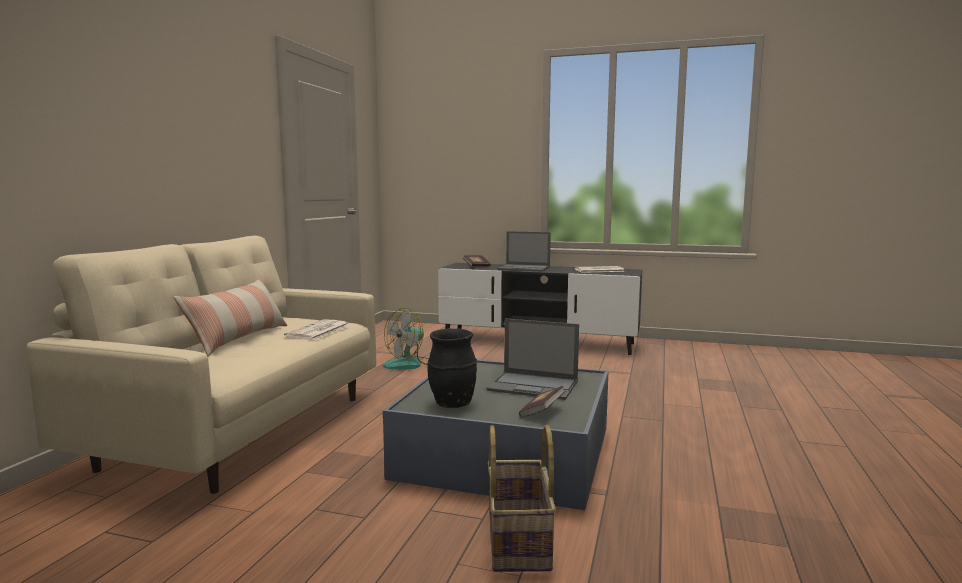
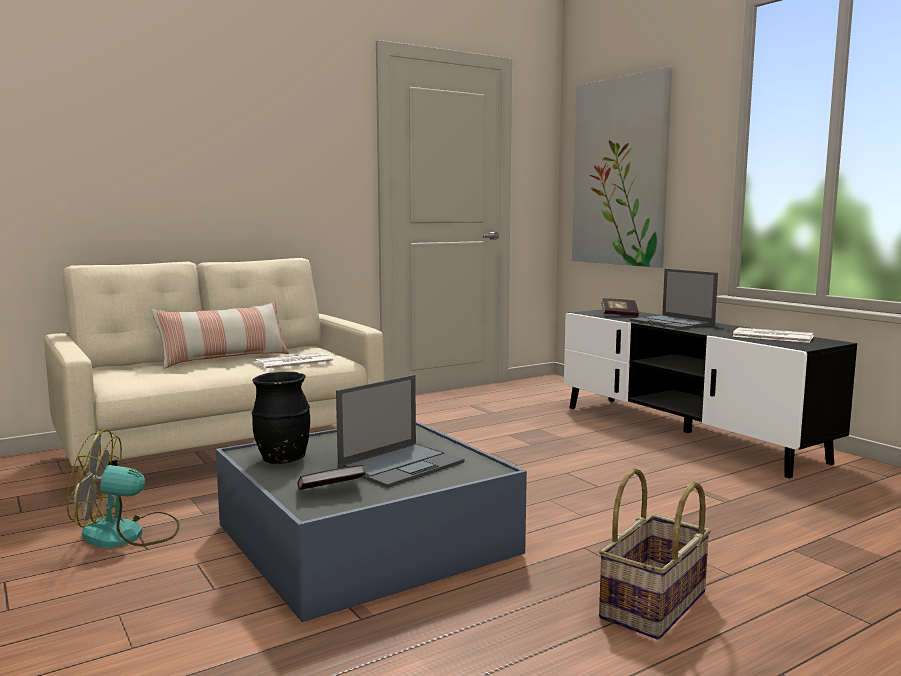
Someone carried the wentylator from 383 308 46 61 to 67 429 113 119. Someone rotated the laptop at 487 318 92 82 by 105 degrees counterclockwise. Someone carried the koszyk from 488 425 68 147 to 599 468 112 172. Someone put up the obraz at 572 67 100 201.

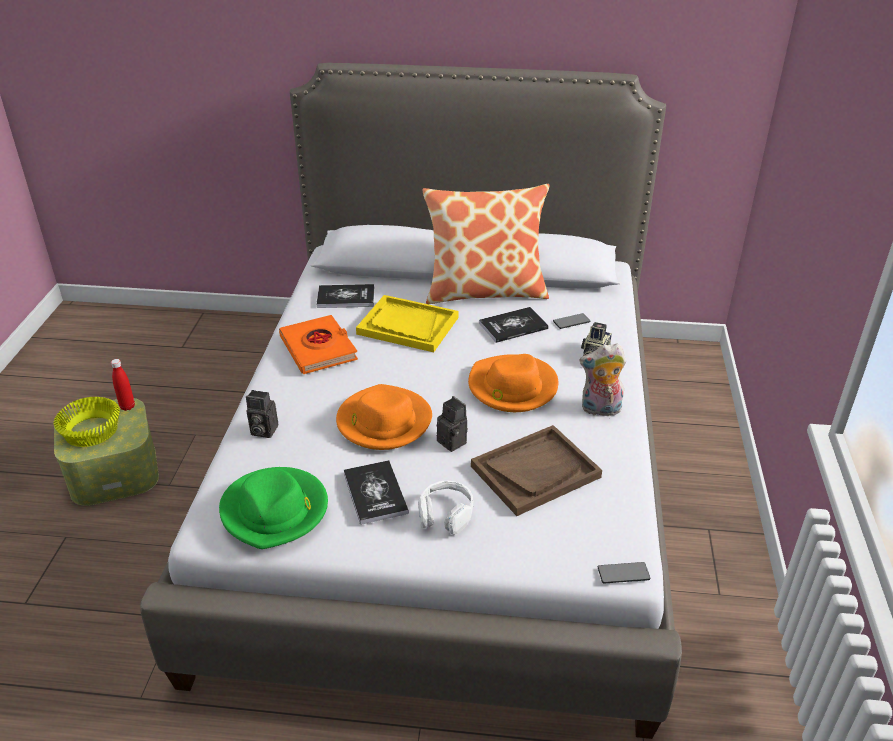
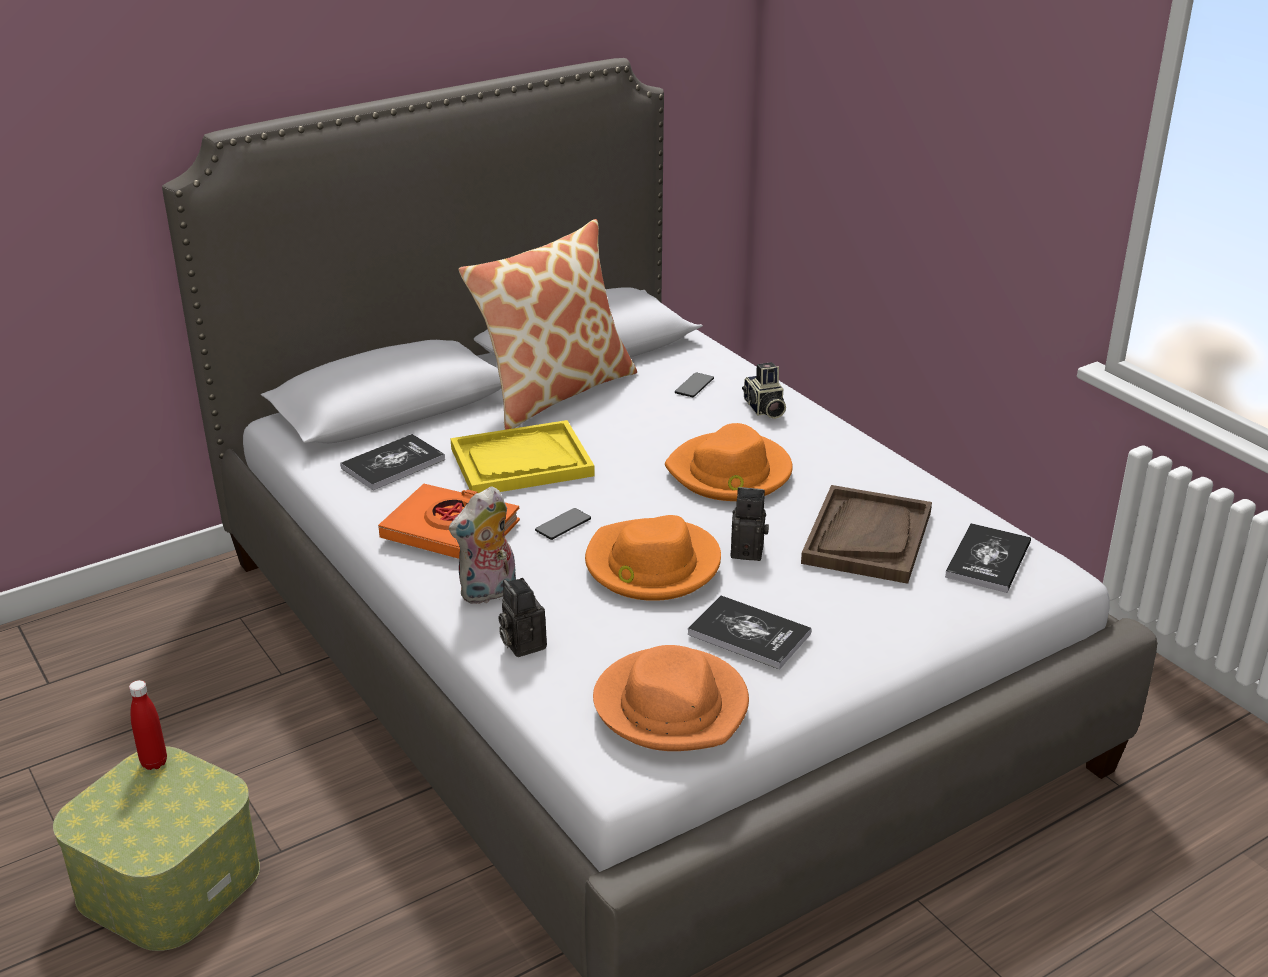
Someone took away the miska [żółty] at 54 397 66 50. Someone repainted the kapelusz [zielony] at 219 467 109 82, which became the kapelusz [pomarańczowy] at 593 645 156 106. Someone rotated the aparat fotograficzny at 246 390 32 48 by 90 degrees clockwise. Someone took away the słuchawki [biały] at 418 481 55 54. Someone carried the książka from 479 307 70 36 to 945 523 86 70. Someone carried the pluszak from 580 344 46 72 to 449 486 67 119. Someone carried the telefon from 598 562 52 21 to 535 508 56 32.

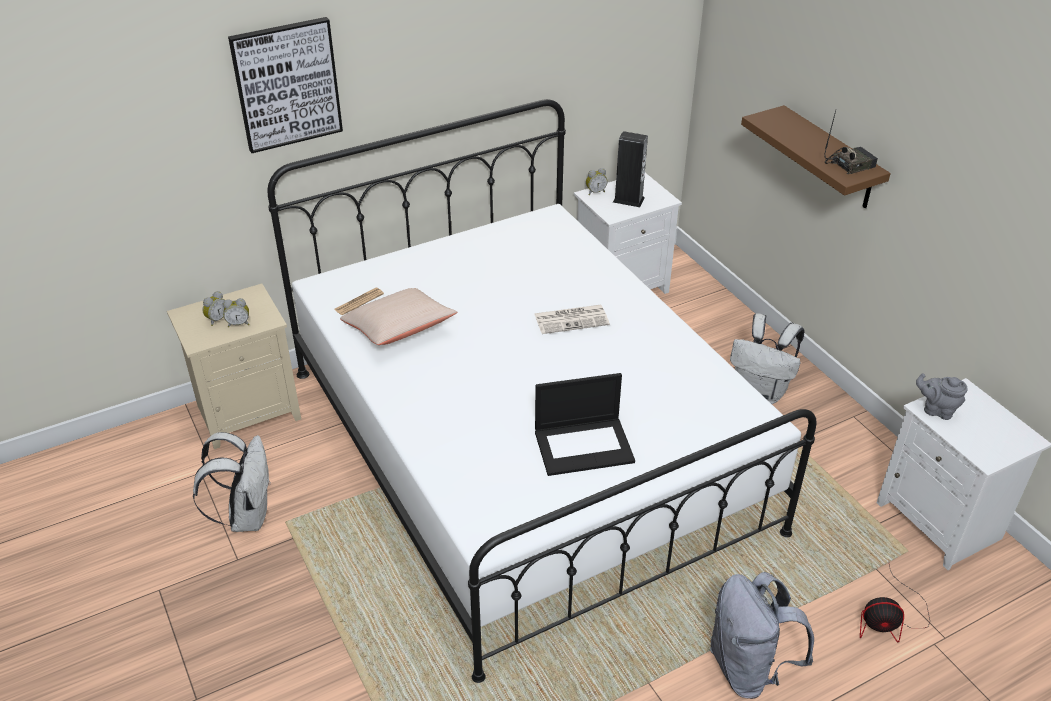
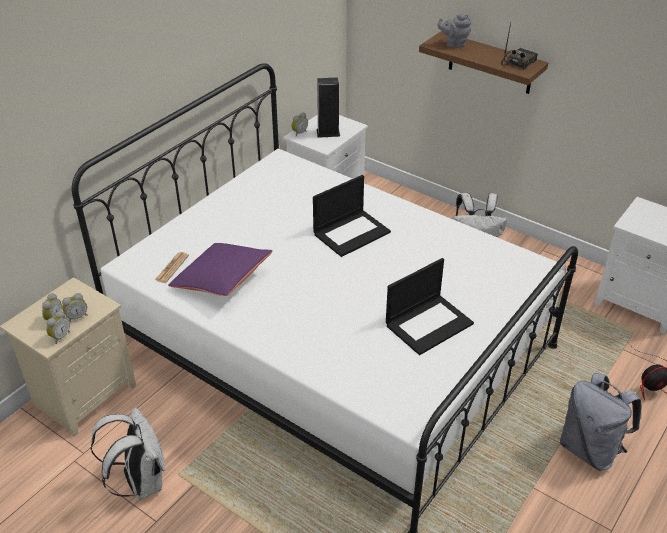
Someone took away the obraz at 228 17 115 136. Someone repainted the poduszka [beżowy] at 340 288 117 57, which became the poduszka [fioletowy] at 168 243 105 53. Someone swapped the gazeta at 534 305 76 29 for the laptop at 313 175 78 82. Someone carried the imbryk [szary] from 916 373 52 47 to 438 14 33 34. Someone put down the budzik at 46 311 24 33.

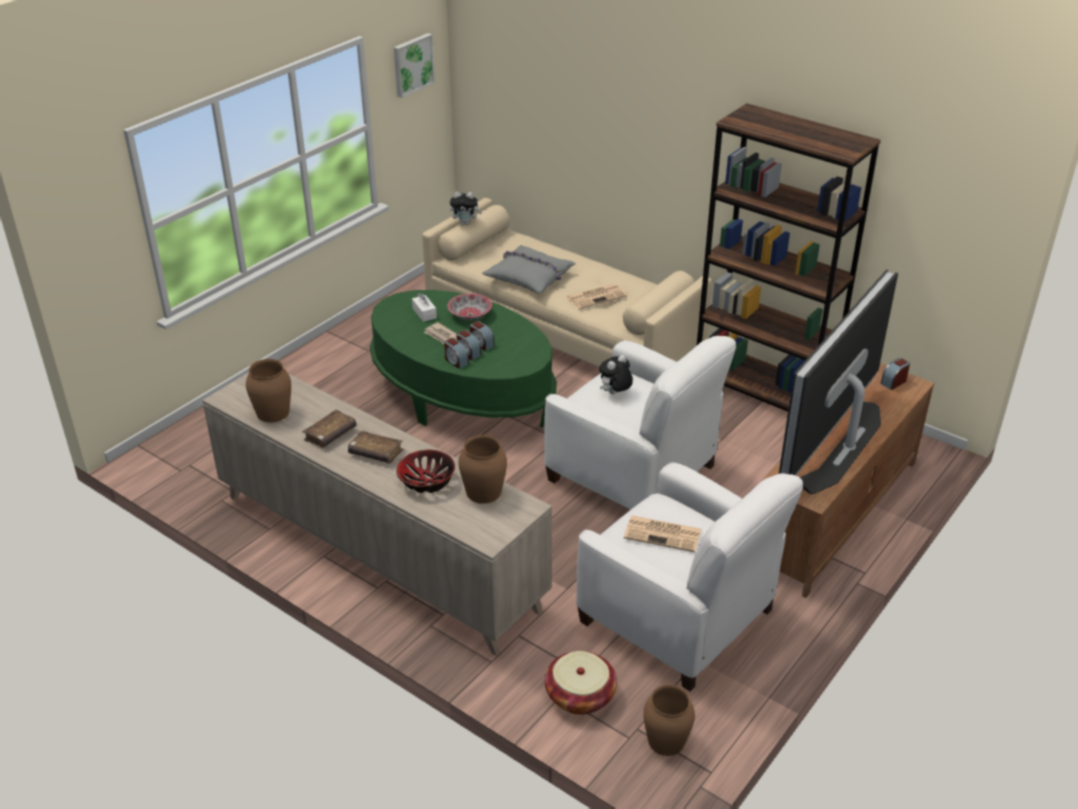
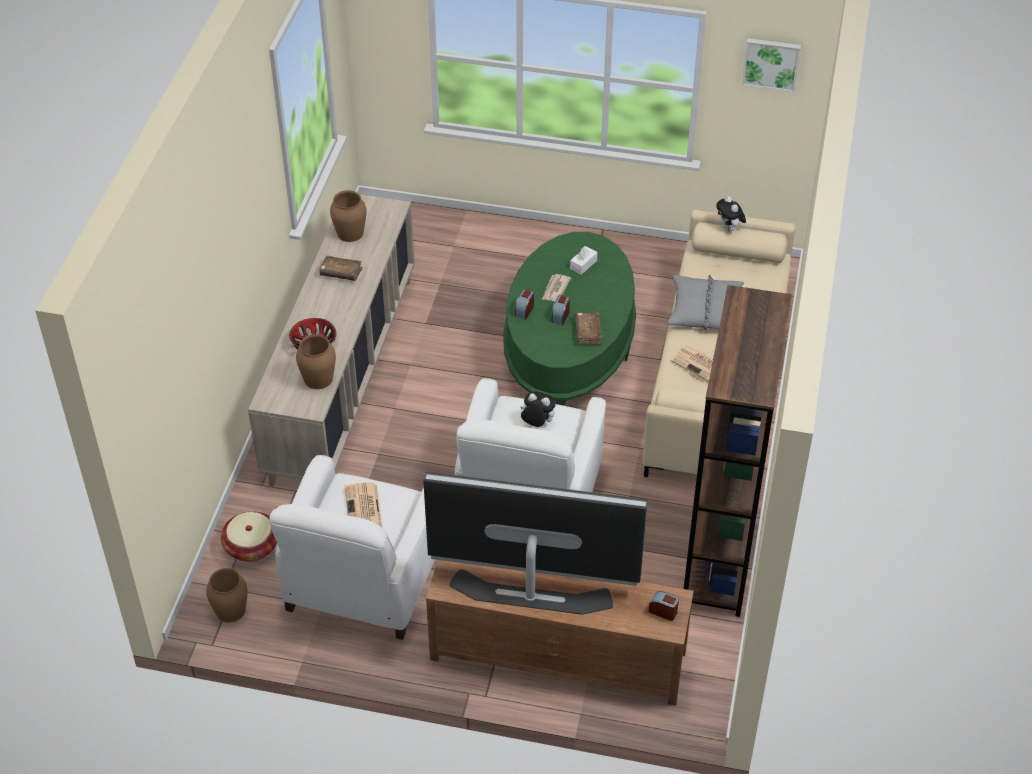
Someone carried the książka [brązowy] from 348 431 56 32 to 574 312 28 33. Someone took away the miska at 447 294 45 26. Someone took away the budzik at 456 330 25 30.

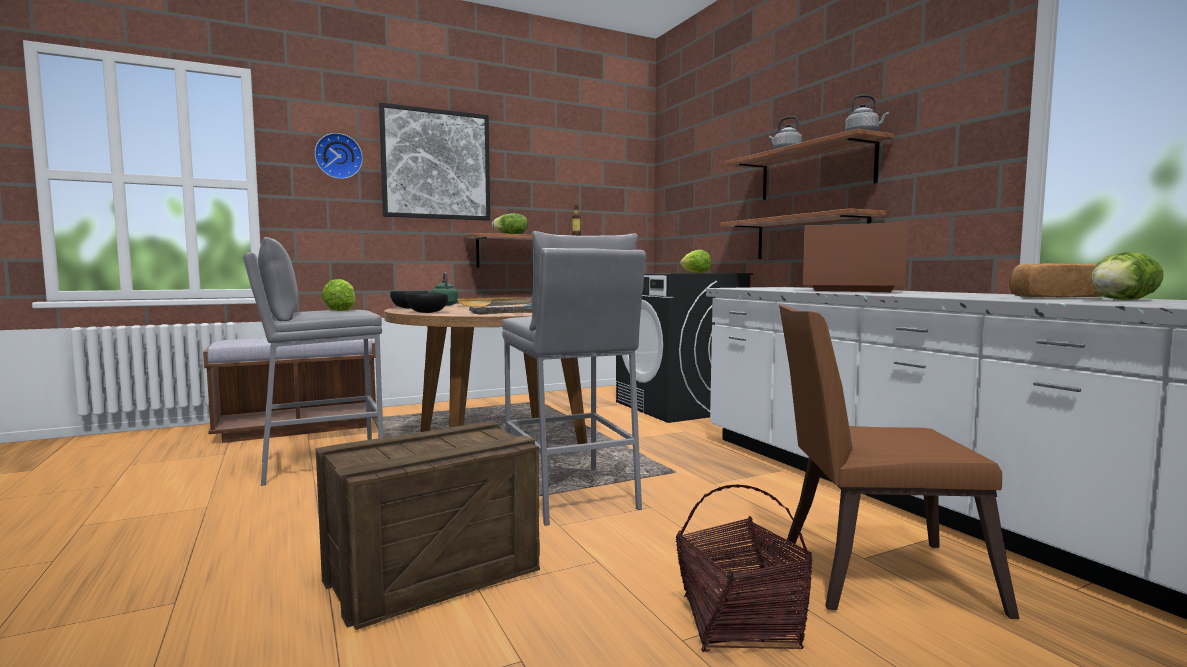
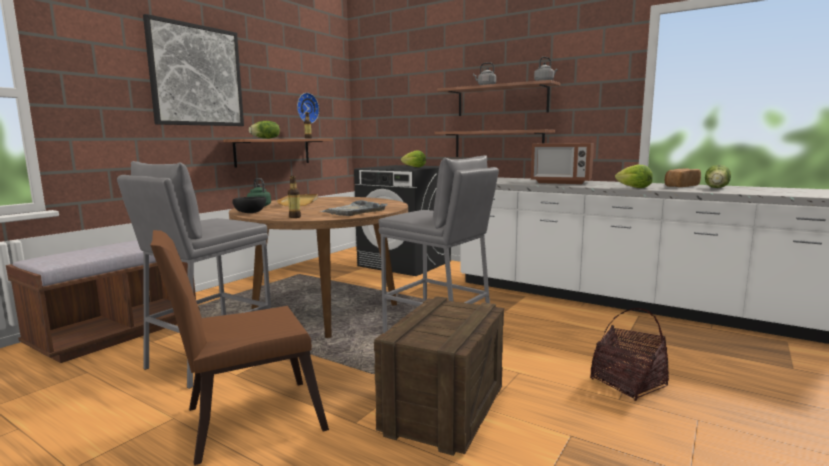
Someone carried the zegar ścienny from 314 133 49 46 to 297 93 22 31. Someone carried the sałata from 322 279 34 32 to 615 165 38 23. Someone swapped the miska [czarny] at 405 292 43 21 for the butelka at 288 176 13 42. Someone carried the krzesło [brązowy] from 779 305 240 314 to 150 230 179 235. Someone rotated the mikrofalówka at 803 223 105 69 by 150 degrees counterclockwise.

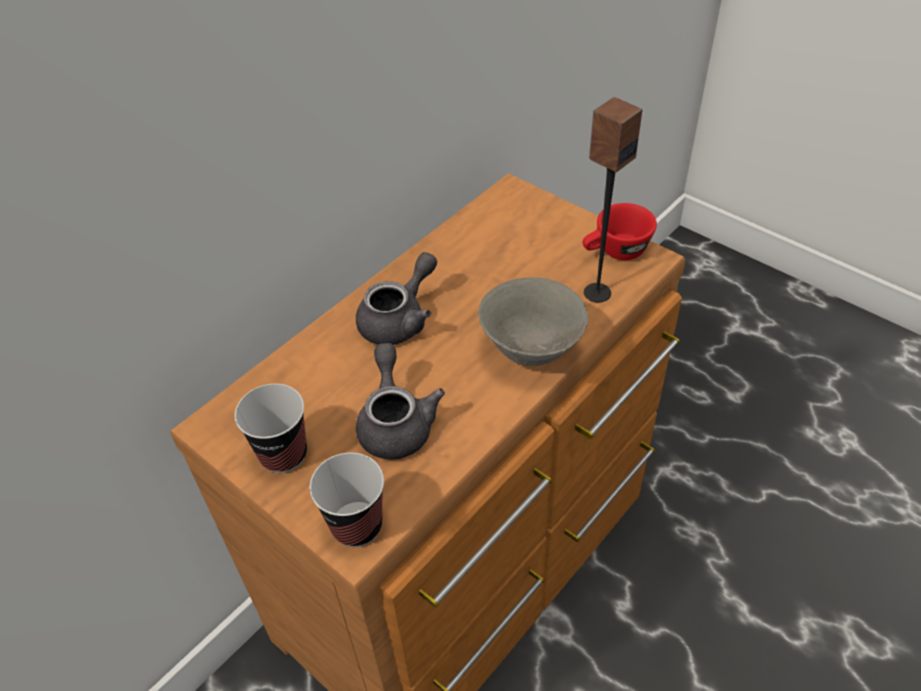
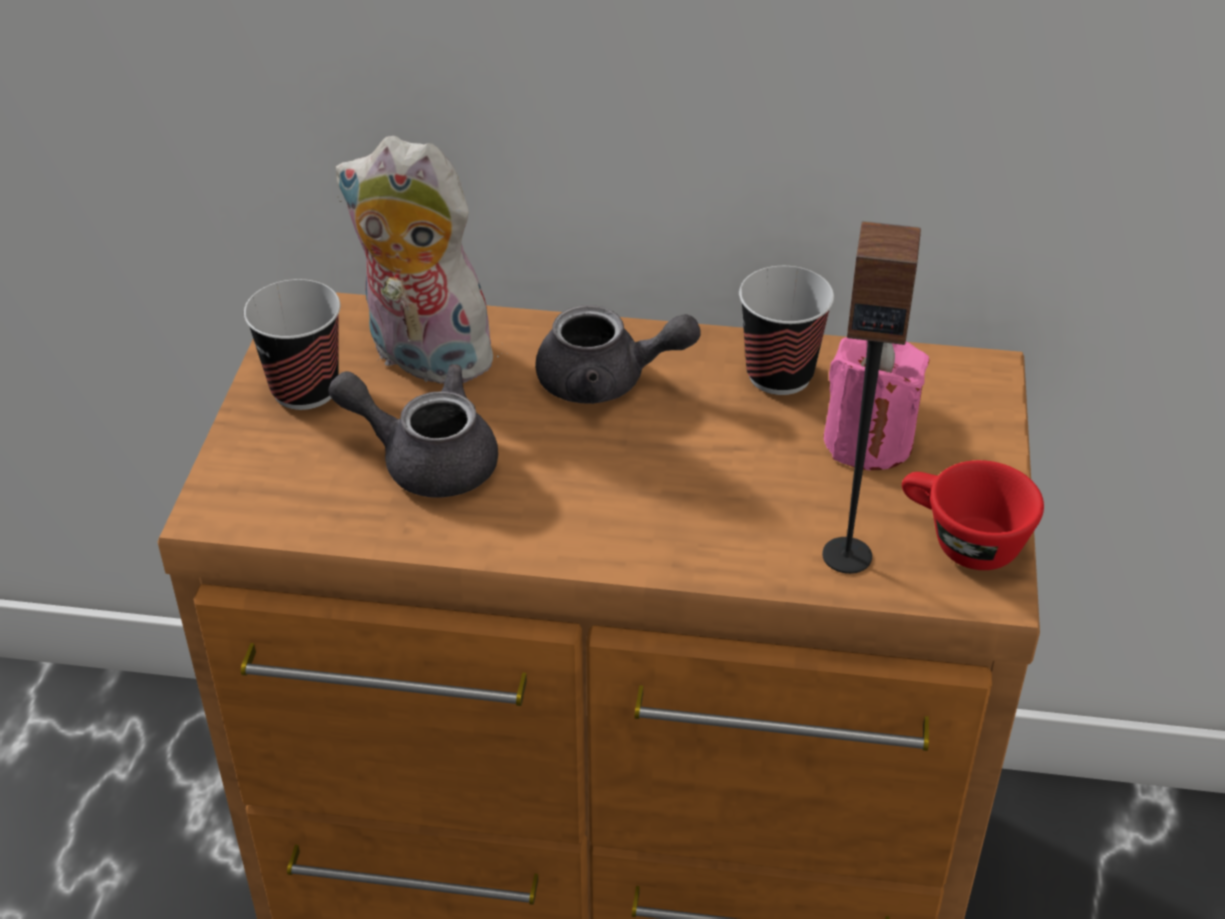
Someone carried the filiżanka from 309 453 75 94 to 739 266 95 129. Someone rotated the imbryk [szary] at 356 343 89 117 by 120 degrees counterclockwise. Someone took away the miska [szary] at 478 277 110 89. Someone put down the pluszak at 336 136 172 252. Someone put down the świeca [różowy] at 823 337 106 133.

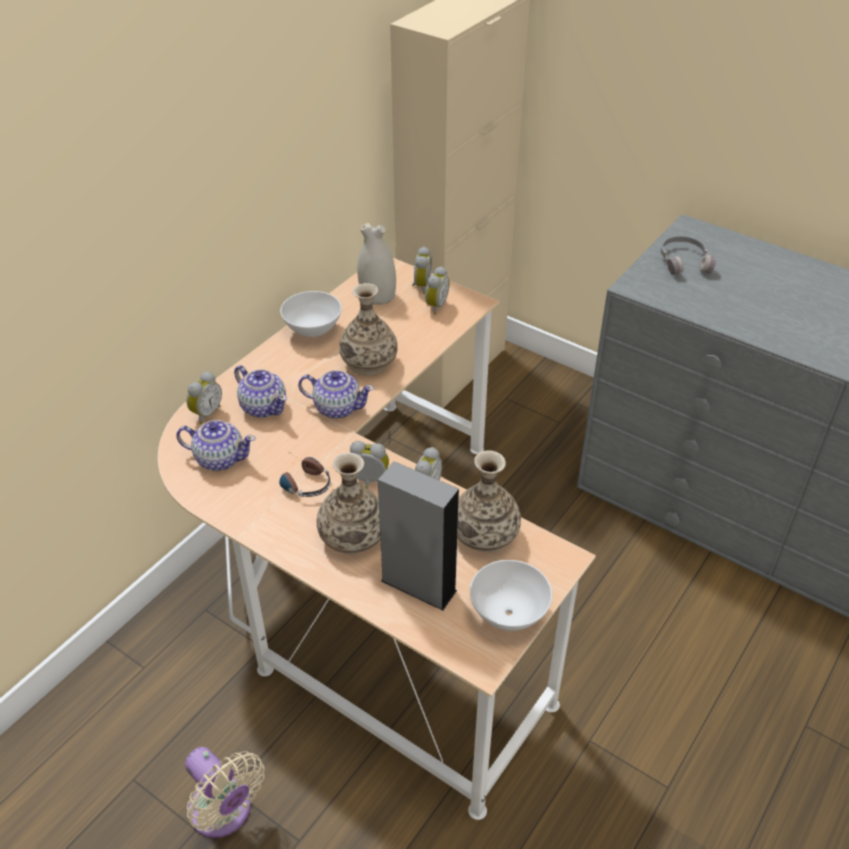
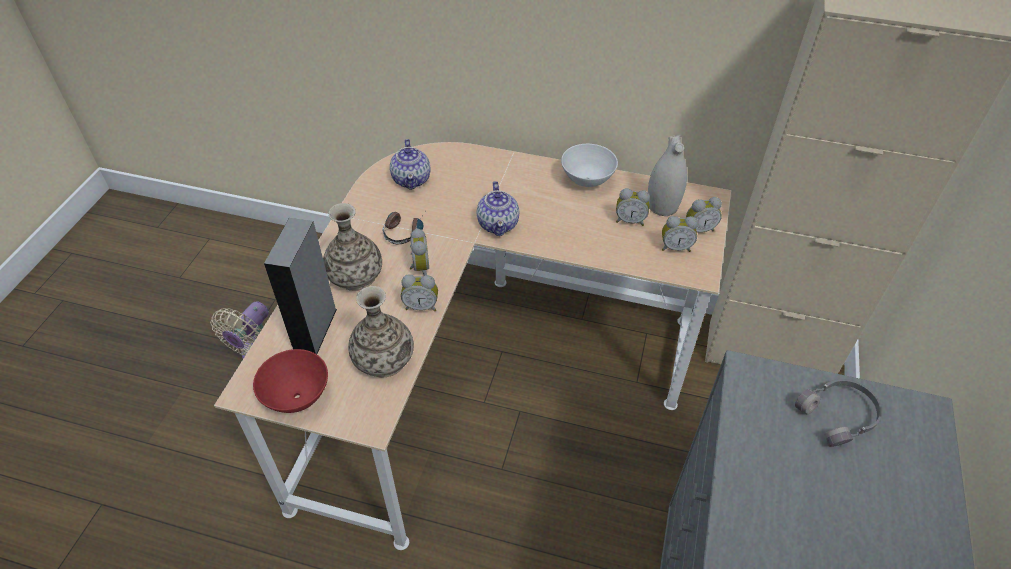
Someone carried the budzik from 187 371 35 53 to 616 188 34 38. Someone took away the imbryk at 234 365 53 53. Someone took away the wazon at 339 283 59 92. Someone repainted the miska [biały] at 470 560 82 71, which became the miska [czerwony] at 253 349 75 64.

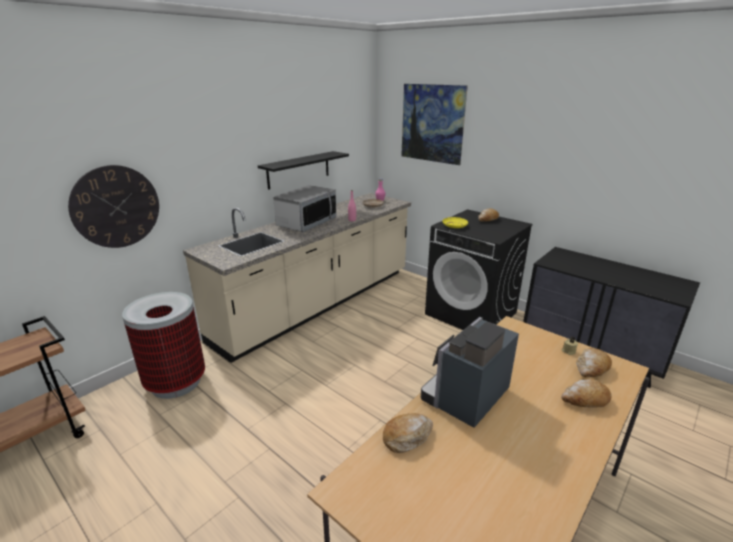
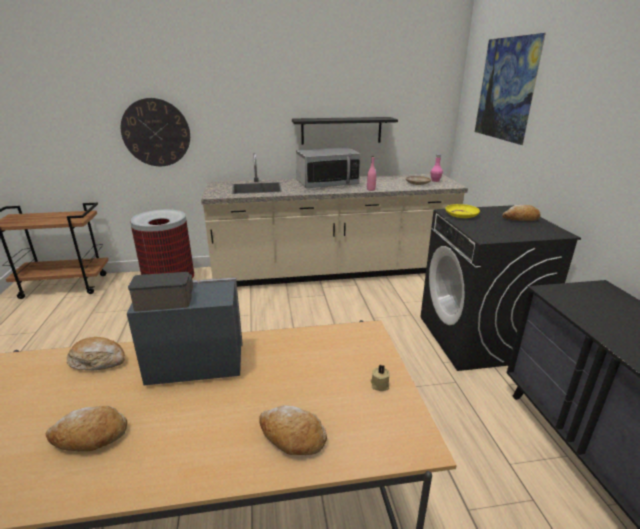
Someone carried the chleb from 576 347 36 30 to 46 406 81 45.

